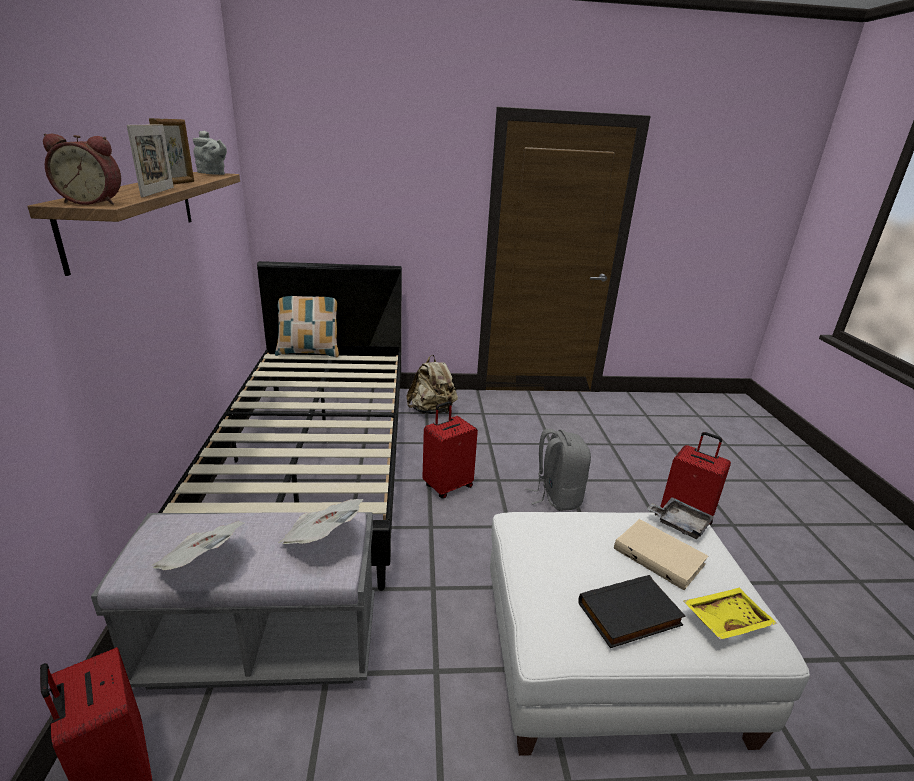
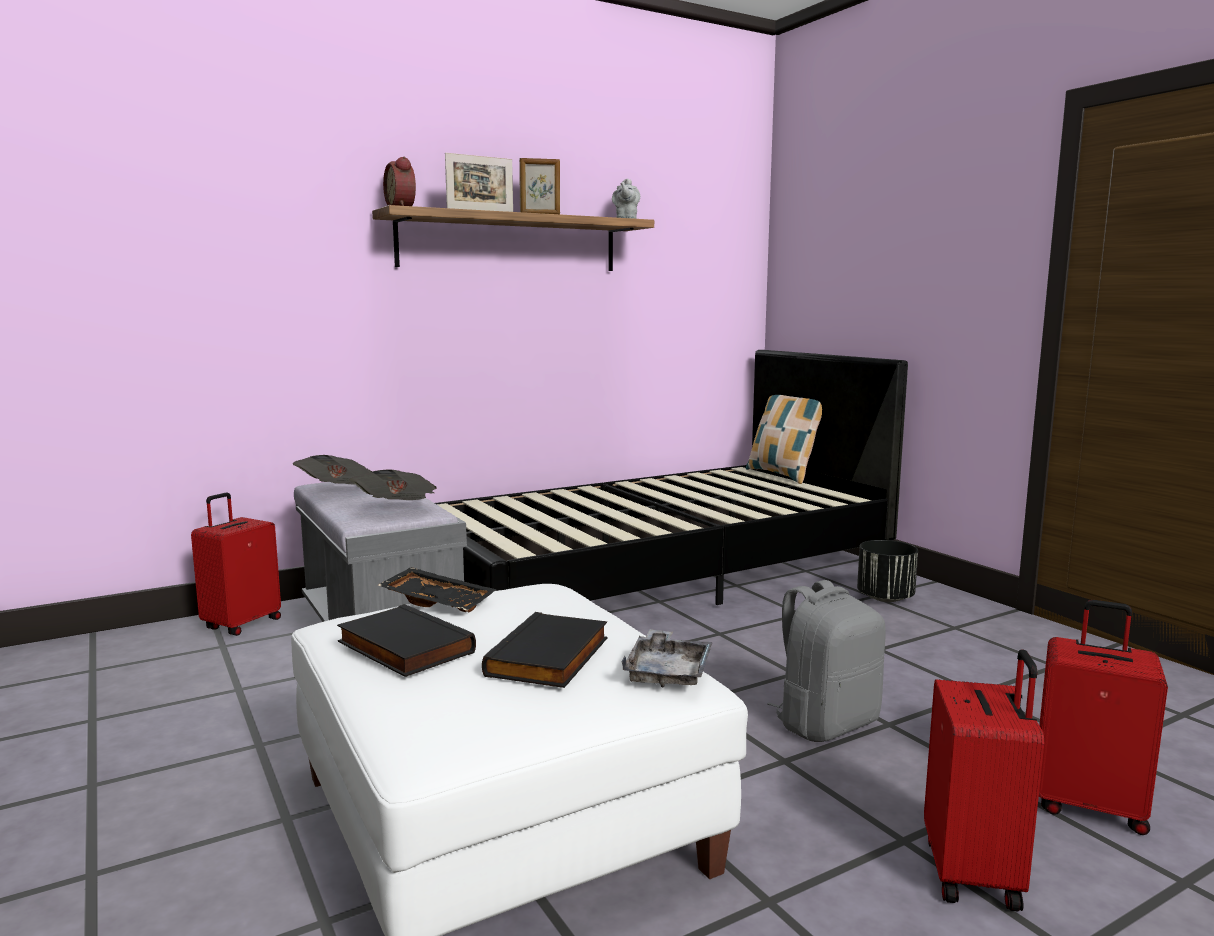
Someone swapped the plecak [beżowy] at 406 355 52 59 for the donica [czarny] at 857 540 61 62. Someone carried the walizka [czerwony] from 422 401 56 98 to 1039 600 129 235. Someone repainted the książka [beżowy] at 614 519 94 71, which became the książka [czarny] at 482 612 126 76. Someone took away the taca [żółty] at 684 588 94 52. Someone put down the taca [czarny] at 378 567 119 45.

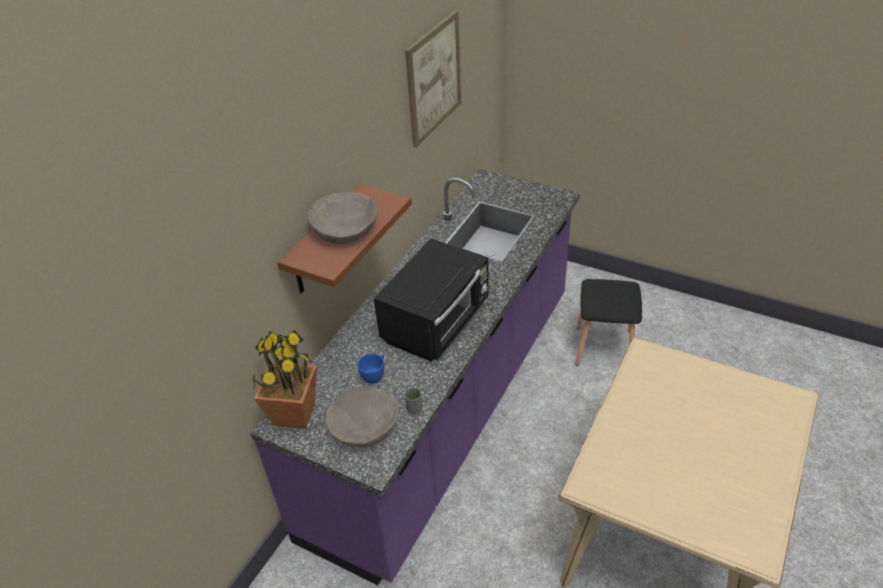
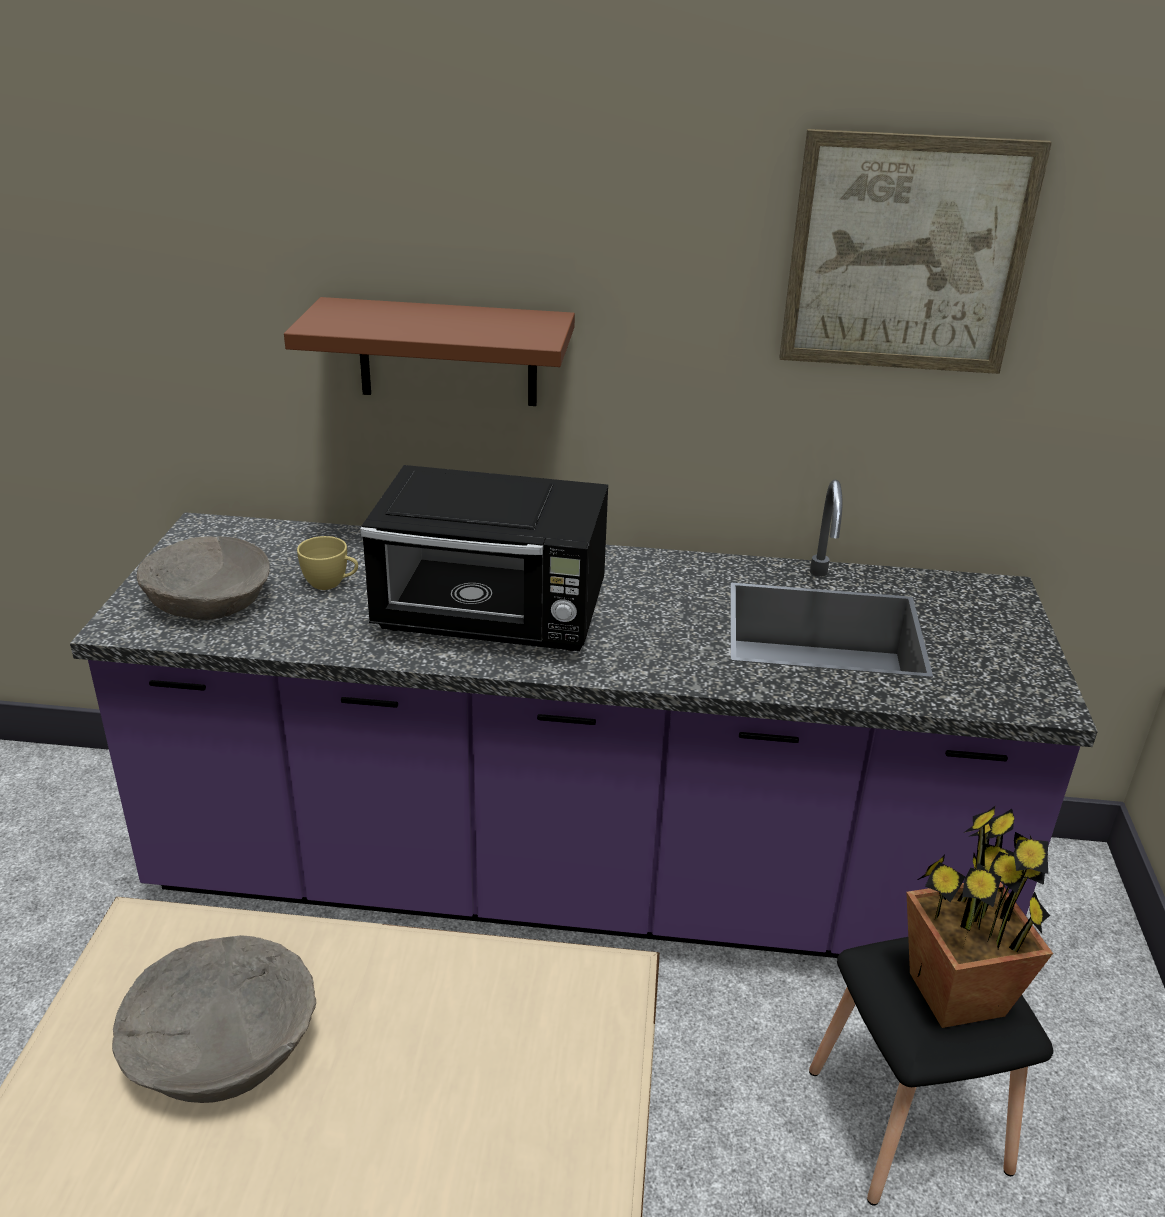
Someone carried the roślina doniczkowa from 252 330 65 99 to 906 805 147 223. Someone carried the miska [beżowy] from 307 192 71 52 to 112 935 204 168. Someone repainted the filiżanka [niebieski] at 357 354 27 30, which became the filiżanka [żółty] at 297 536 61 54. Someone took away the filiżanka [szary] at 405 388 17 26.

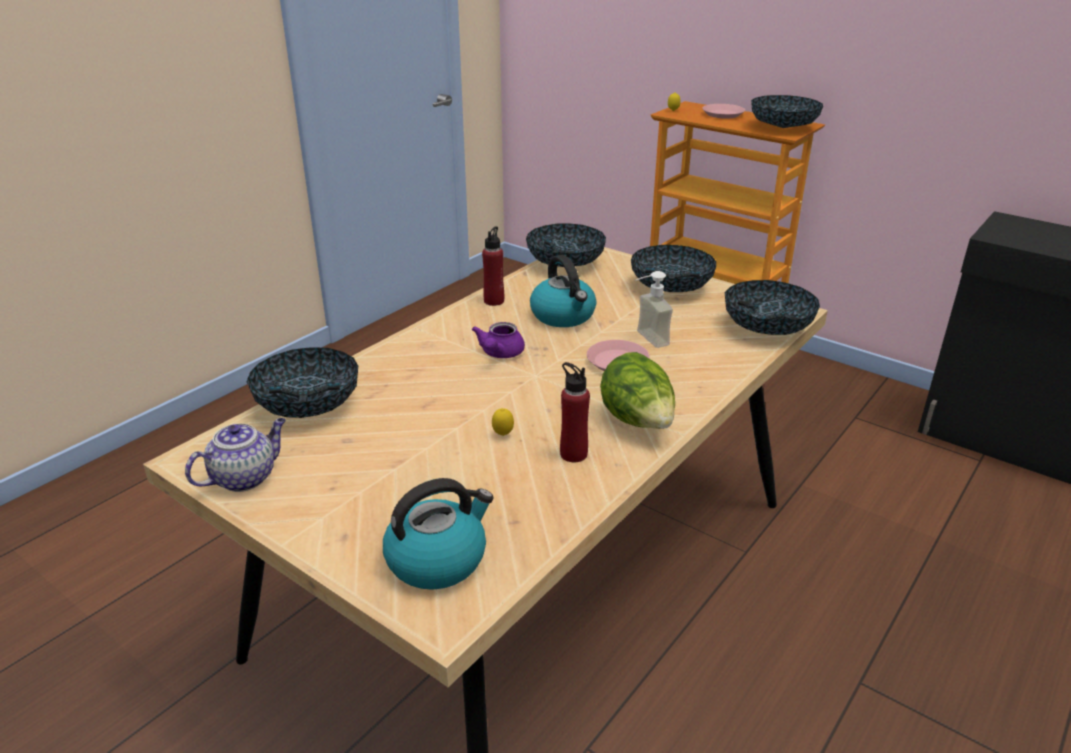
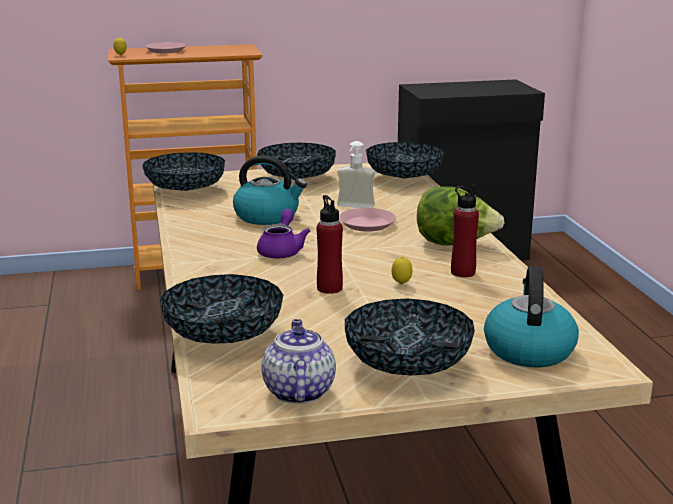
Someone rotated the imbryk [fioletowy] at 472 322 53 36 by 135 degrees counterclockwise. Someone carried the butelka [czerwony] from 482 226 22 80 to 317 195 26 99. Someone carried the miska from 751 95 72 33 to 345 298 130 77.

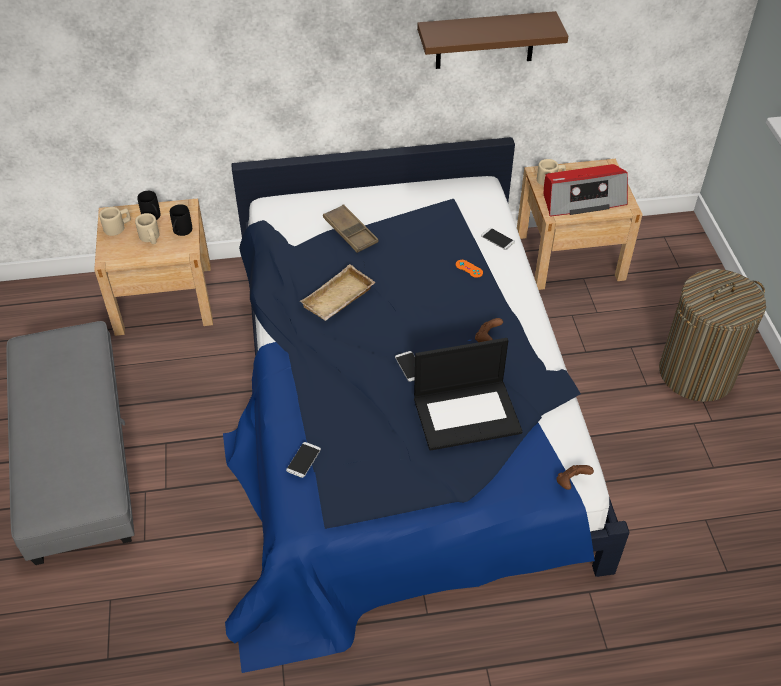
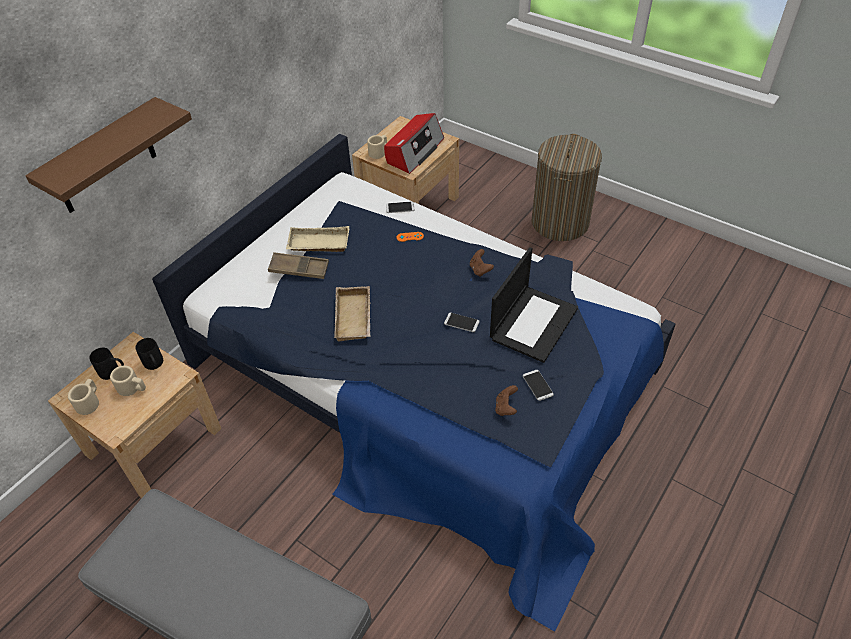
Someone carried the telefon from 286 442 35 36 to 523 370 31 31. Someone carried the półka [brązowy] from 417 11 151 58 to 25 97 167 116. Someone carried the pad do gier [brązowy] from 556 465 38 25 to 495 385 23 31. Someone put down the taca [beżowy] at 286 226 63 26.

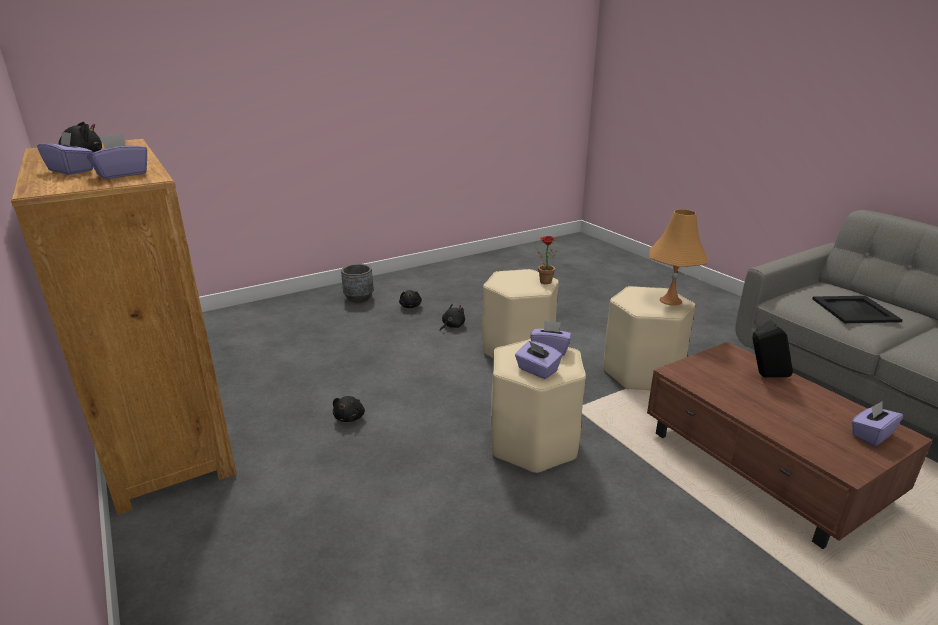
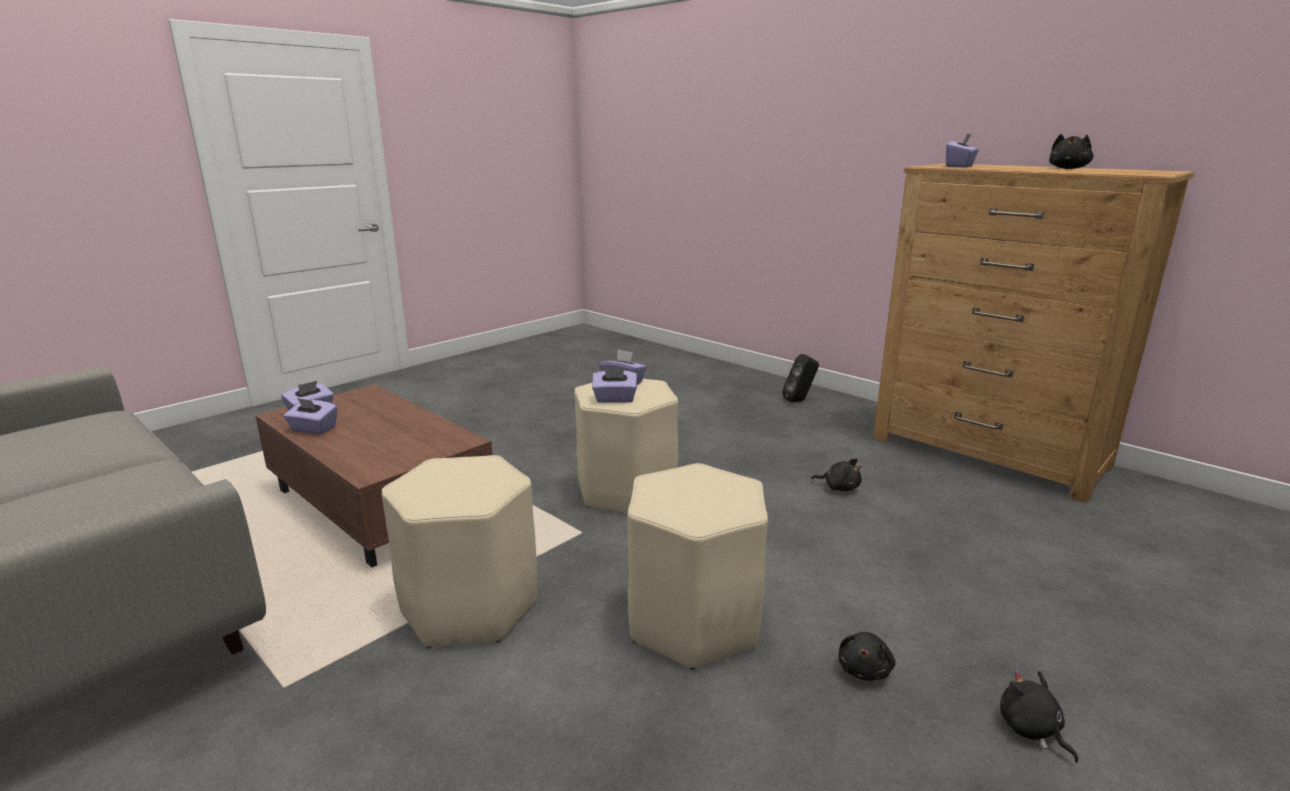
Someone carried the pudełko chusteczek [fioletowy] from 37 132 57 43 to 284 398 53 36. Someone rotated the pluszak [czarny] at 333 396 32 26 by 120 degrees clockwise. Someone took away the donica [szary] at 341 264 33 39. Someone took away the roślina doniczkowa at 534 236 25 48. Someone took away the lampa stołowa [pomarańczowy] at 649 209 59 97. Someone carried the głośnik [czarny] from 752 320 41 57 to 782 354 37 48. Someone took away the taca [czarny] at 812 296 90 27.

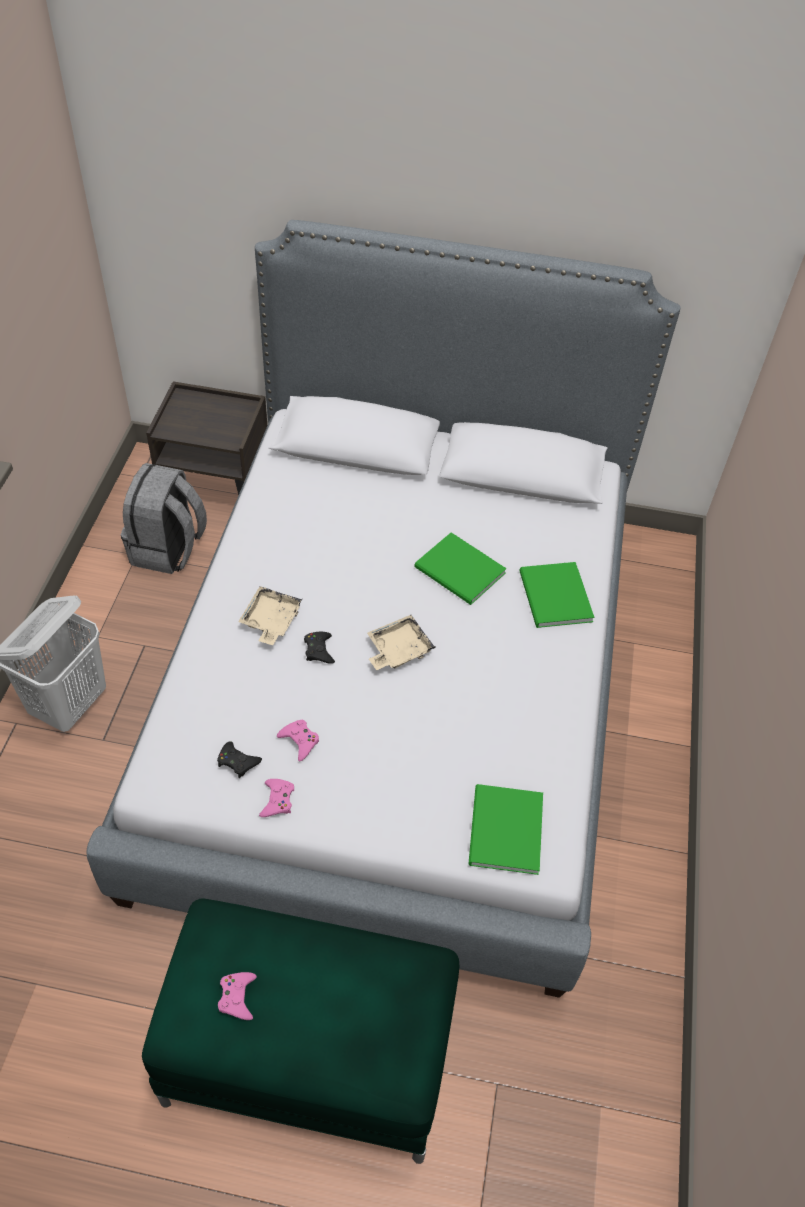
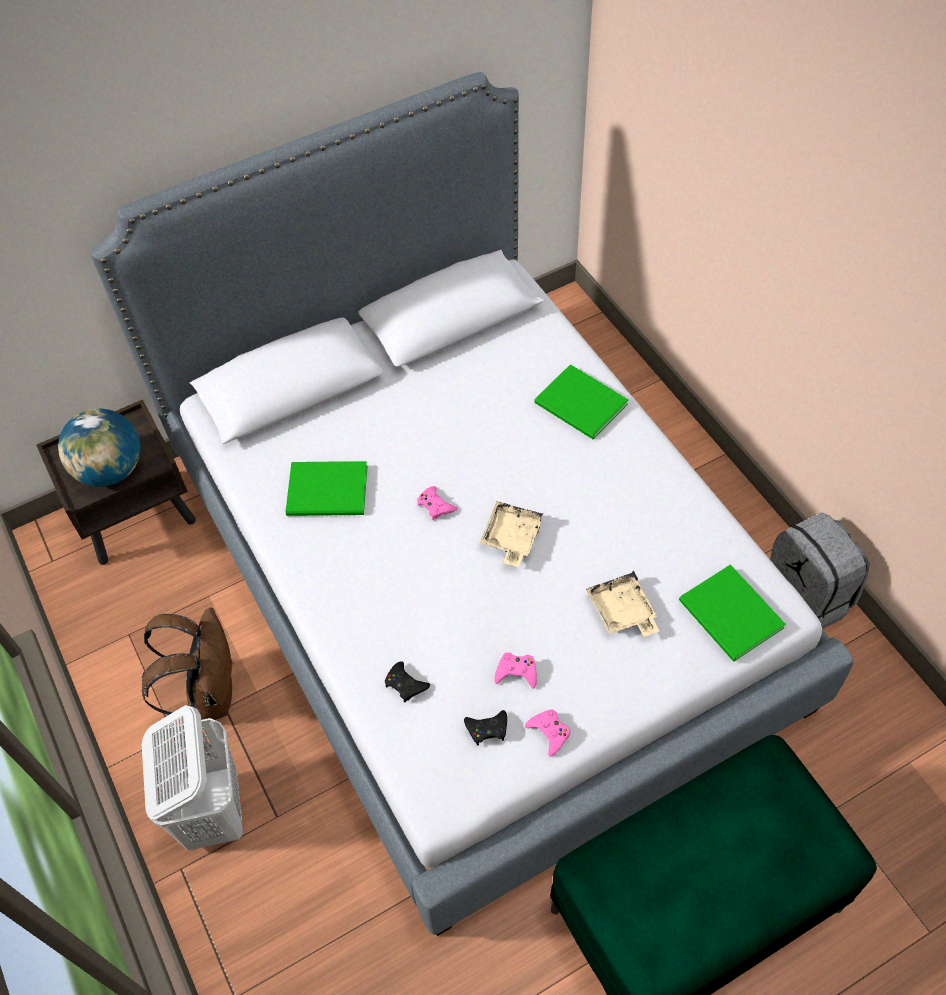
Someone carried the plecak [szary] from 121 463 86 111 to 770 512 100 117. Someone carried the pad do gier [różowy] from 218 972 39 48 to 417 486 41 34. Someone carried the taca [beżowy] from 238 586 64 59 to 586 571 73 66. Someone carried the pad do gier [czarny] from 304 632 31 32 to 385 661 45 41. Someone carried the książka [zielony] from 414 533 93 72 to 286 461 82 55. Someone put down the globus at 58 408 83 79. Someone put down the plecak [brązowy] at 142 607 90 113.

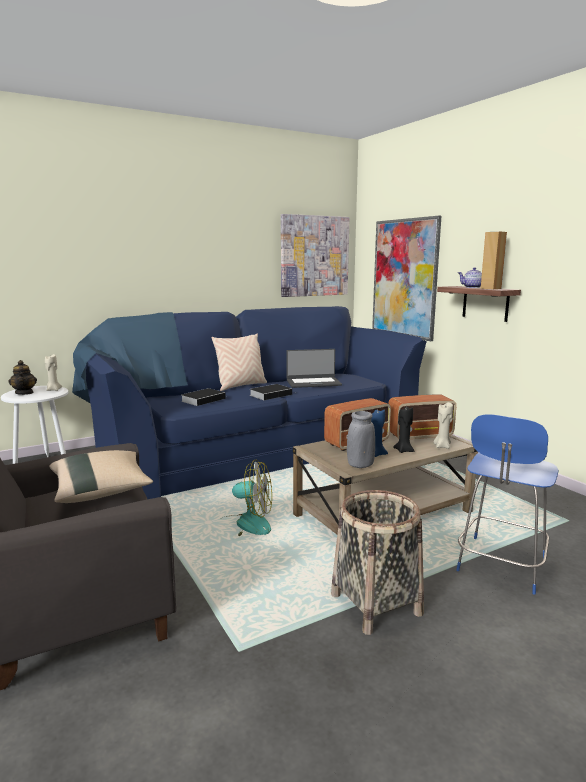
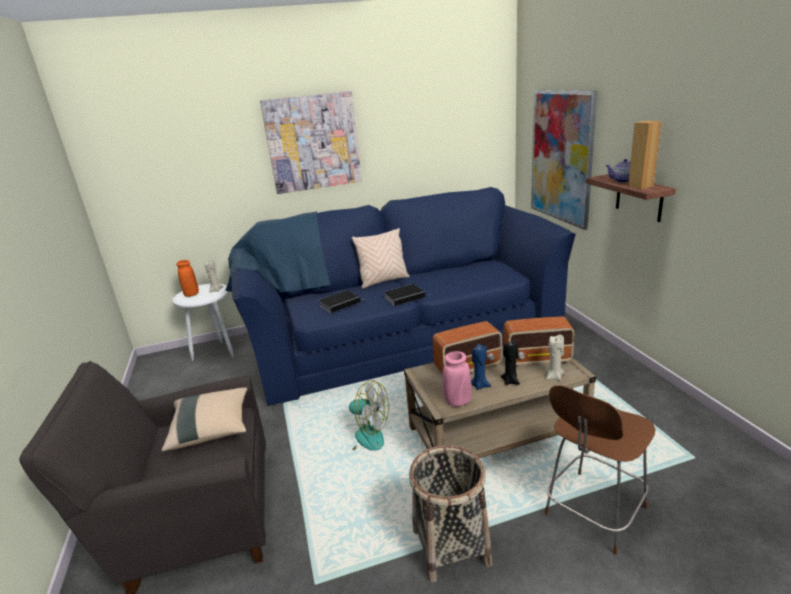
Someone swapped the imbryk at 9 360 28 35 for the wazon [pomarańczowy] at 176 260 23 37. Someone carried the obraz from 281 214 69 83 to 260 91 102 103. Someone took away the laptop at 286 349 56 39. Someone repainted the wazon [szary] at 347 411 28 57, which became the wazon [różowy] at 442 351 30 55. Someone repainted the stołek [niebieski] at 456 414 103 181, which became the stołek [brązowy] at 545 385 111 170.

